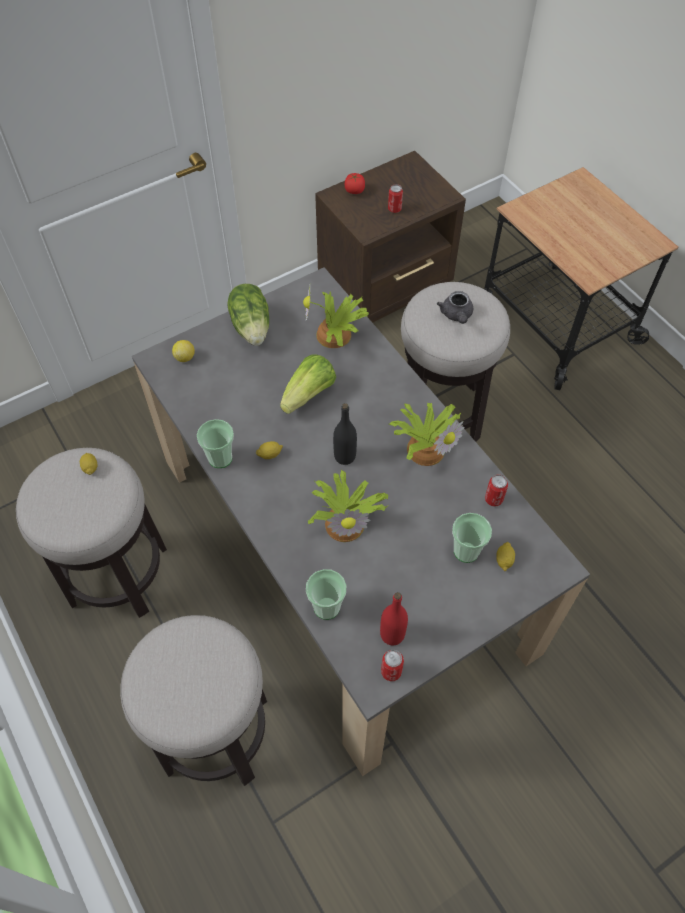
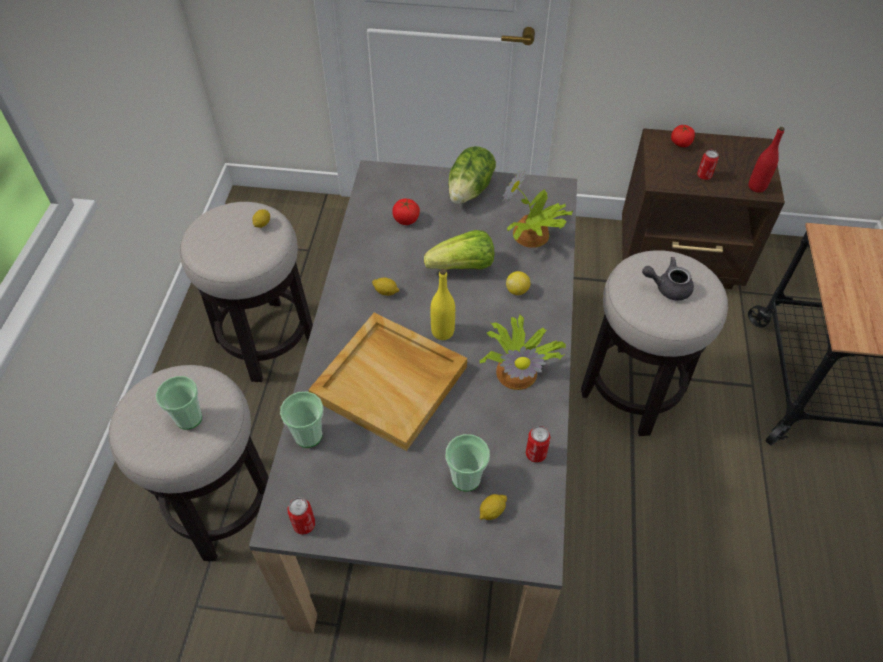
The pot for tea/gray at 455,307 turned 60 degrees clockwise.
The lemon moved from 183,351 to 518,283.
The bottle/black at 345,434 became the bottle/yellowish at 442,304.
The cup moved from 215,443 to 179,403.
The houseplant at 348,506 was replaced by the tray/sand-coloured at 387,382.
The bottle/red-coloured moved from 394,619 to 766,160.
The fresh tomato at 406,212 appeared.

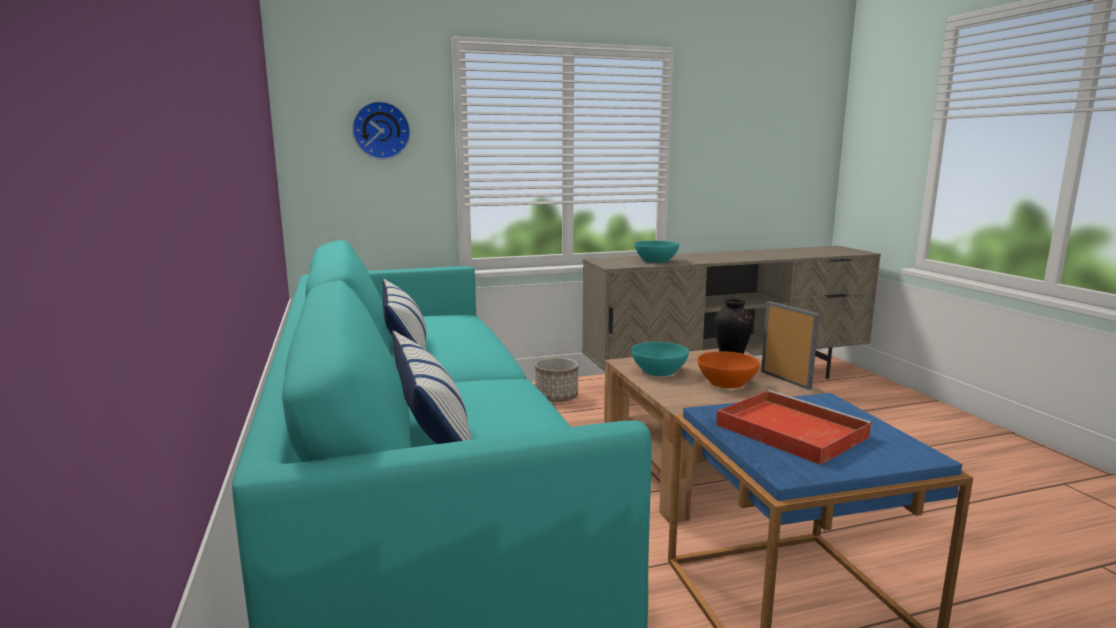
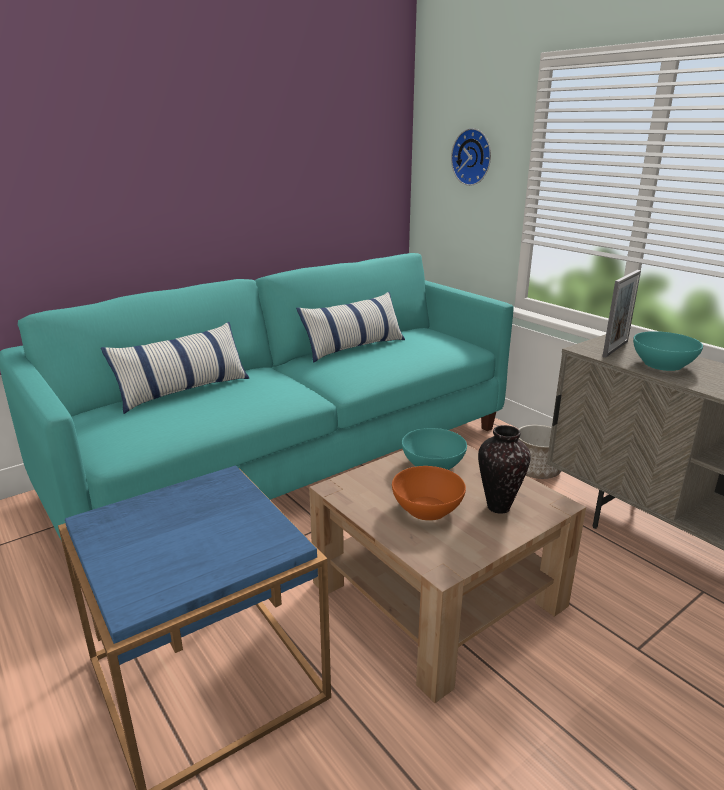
The standing frame moved from 790,345 to 621,314.
The tray/red-coloured at 794,427 disappeared.

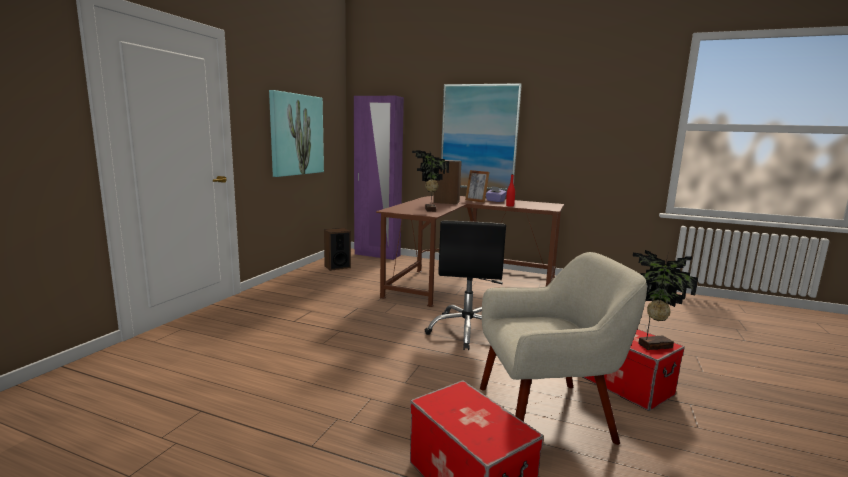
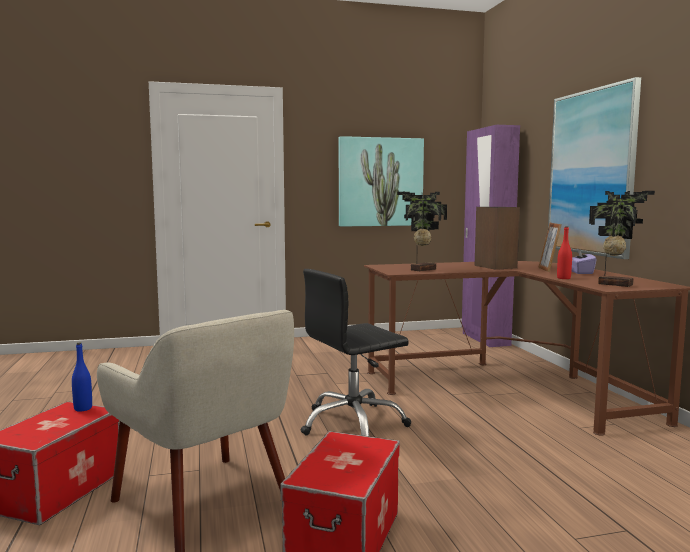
The loudspeaker at 337,249 disappeared.
The houseplant moved from 665,300 to 622,239.
The bottle/bluish at 82,377 appeared.

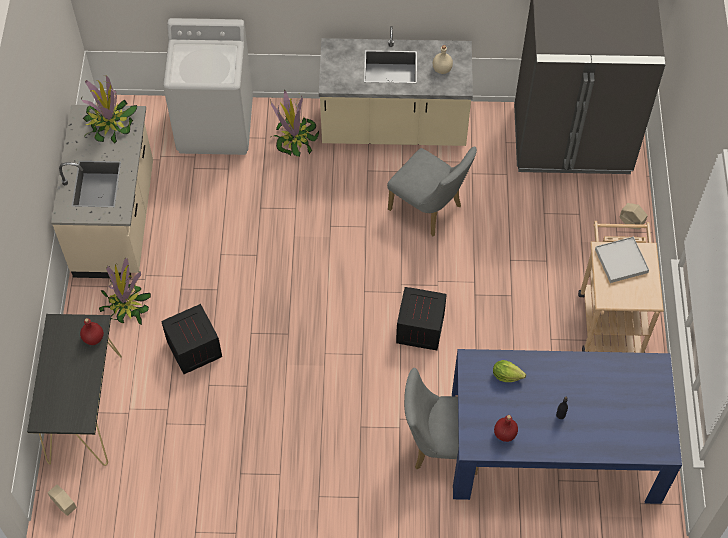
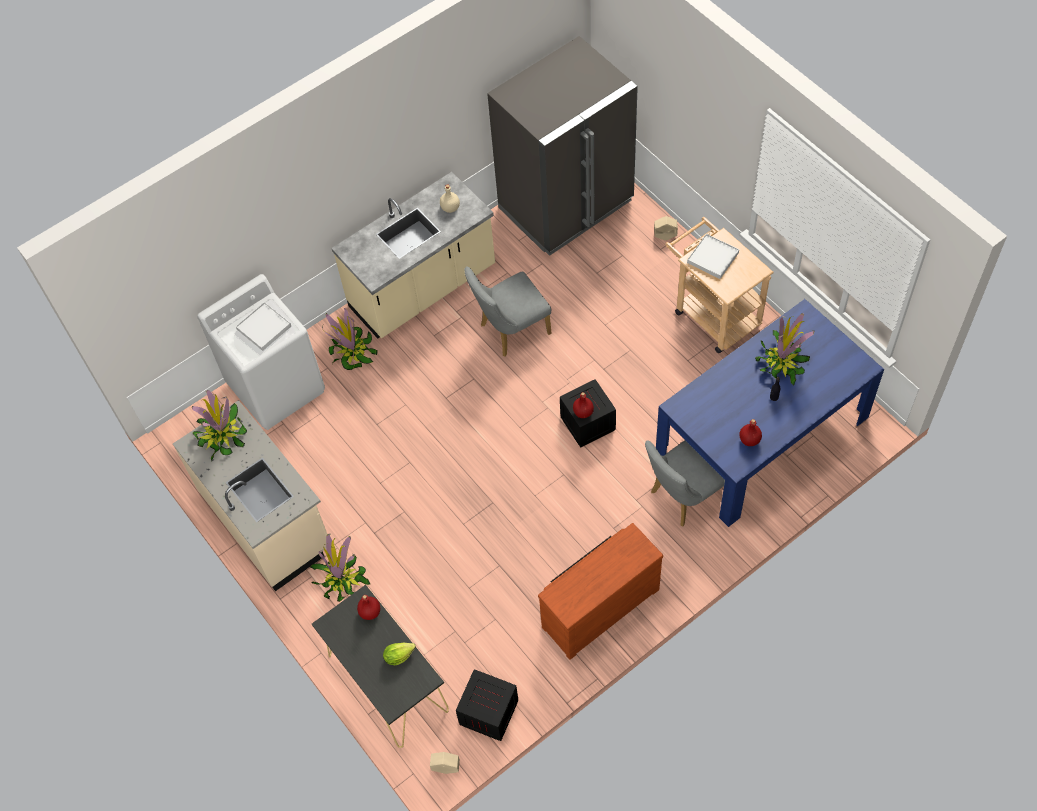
The plain chair/gray at 432,191 turned 150 degrees clockwise.
The shipping crate moved from 191,339 to 487,705.
The head of lettuce moved from 509,371 to 399,654.
The tray/white-coloured at 263,326 appeared.
The houseplant at 784,349 appeared.
The bottle/red-coloured at 583,405 appeared.
The chest of drawers/brownish at 600,591 appeared.

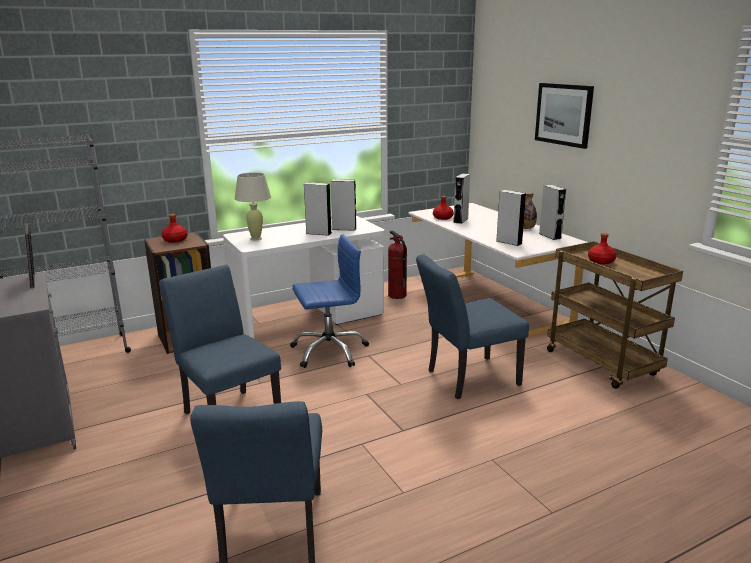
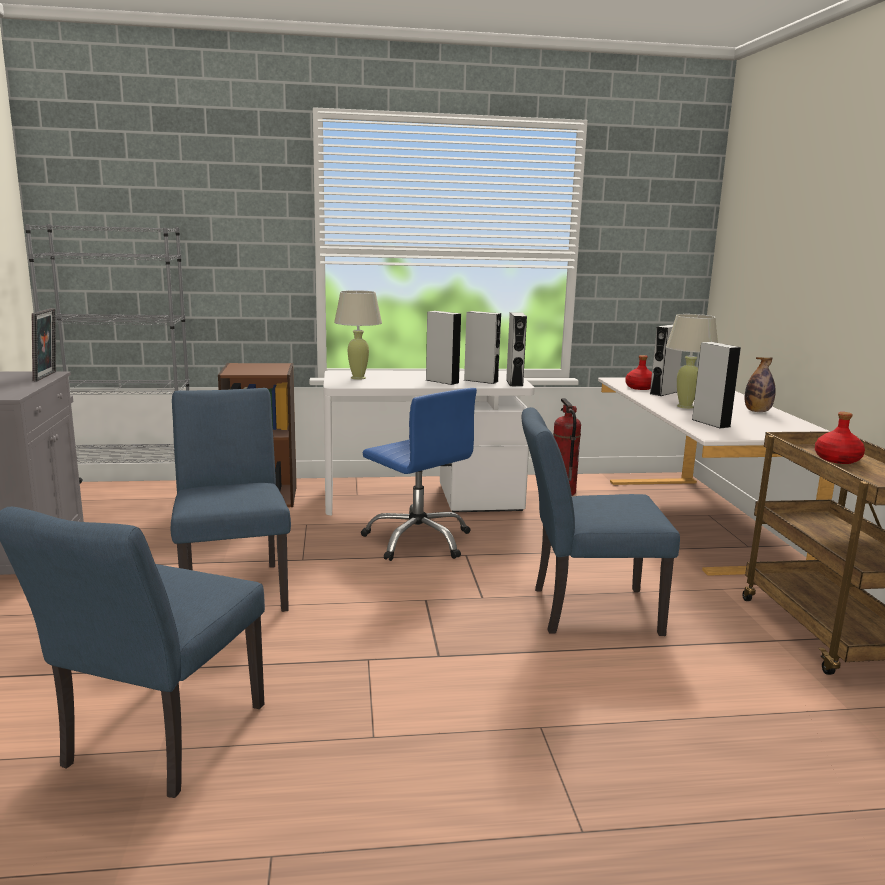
The wall picture at 564,116 disappeared.
The loudspeaker/gray moved from 552,212 to 516,349.
The bottle/red-coloured at 175,228 disappeared.
The desk chair/bluish at 329,301 turned 45 degrees clockwise.
The lamp for a table/sand-coloured at 692,361 appeared.

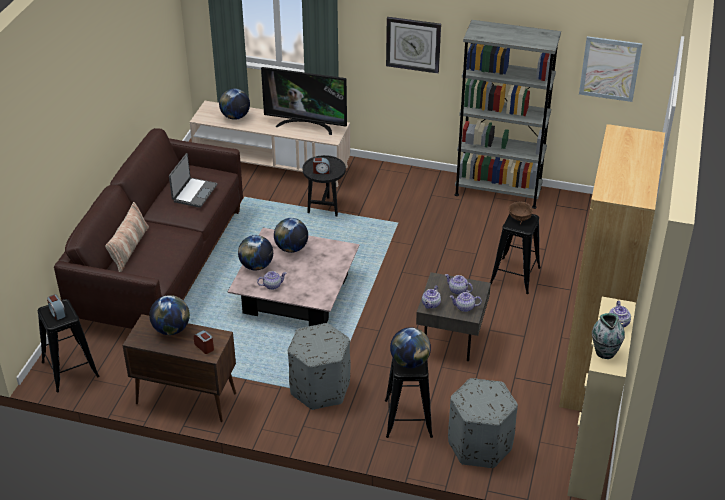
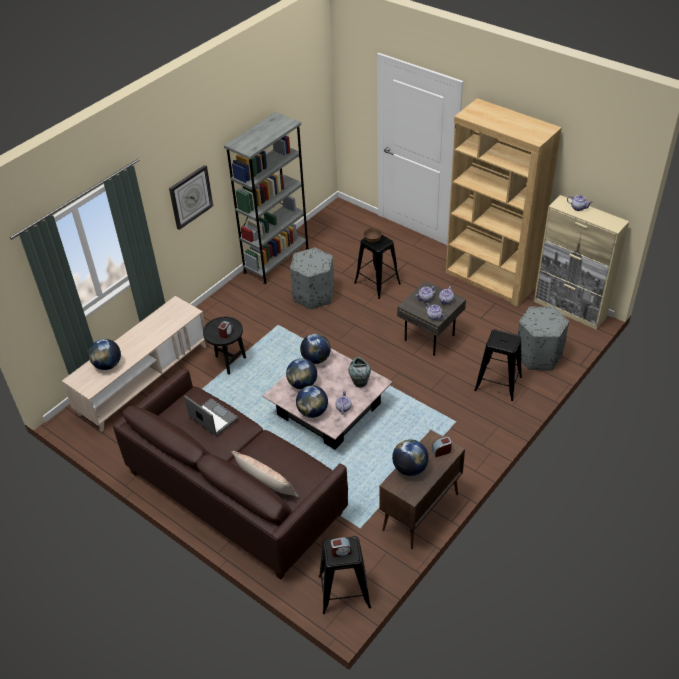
The wall picture at 610,69 disappeared.
The TV set at 304,101 disappeared.
The flower vase moved from 608,336 to 359,372.
The footrest/gray moved from 319,366 to 312,279.
The globe moved from 410,347 to 315,348.

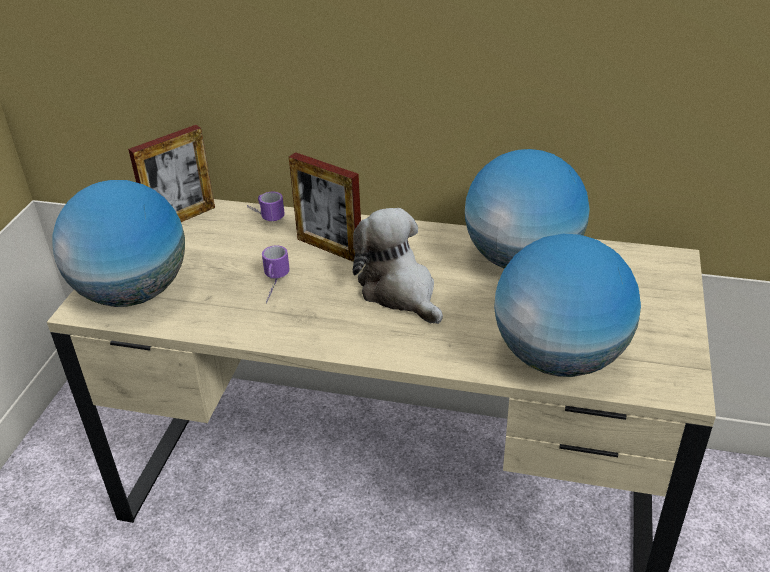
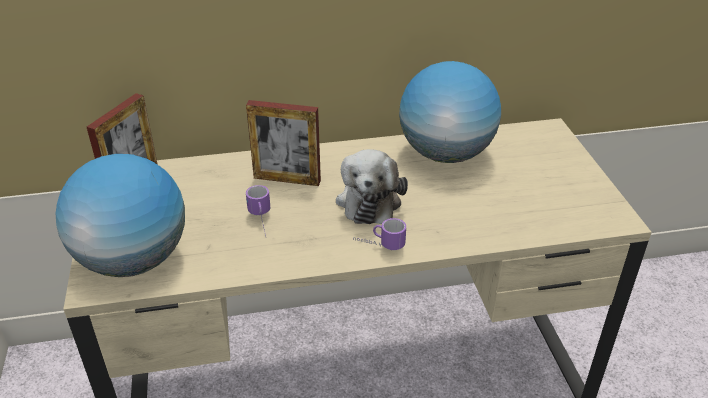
The tea mug moved from 266,206 to 379,234.
The plush toy at 398,266 turned 120 degrees counterclockwise.
The globe at 567,305 disappeared.

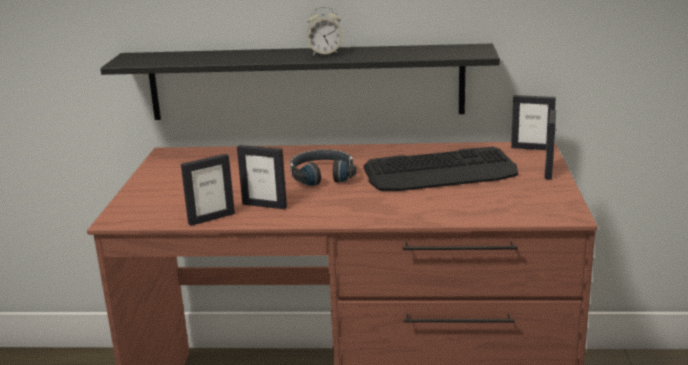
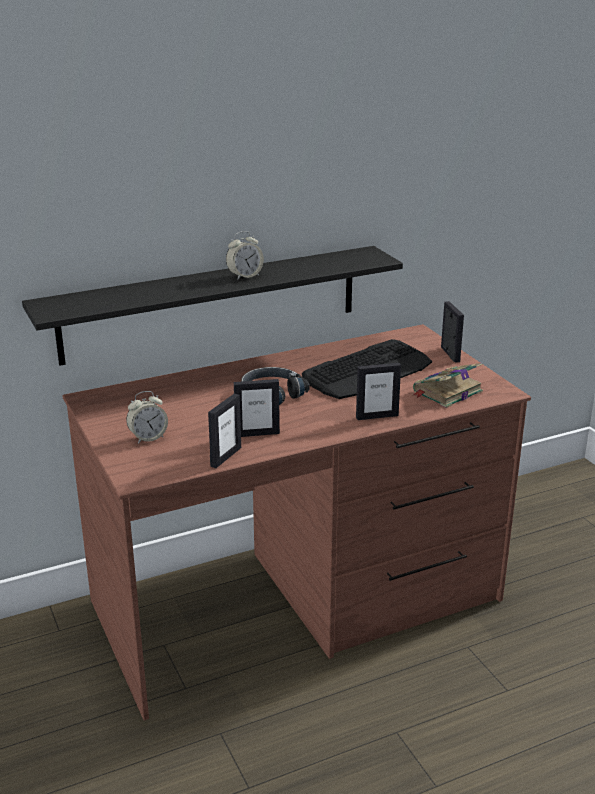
The standing frame moved from 533,122 to 378,391.
The volume at 448,385 appeared.
The bedside clock at 147,417 appeared.

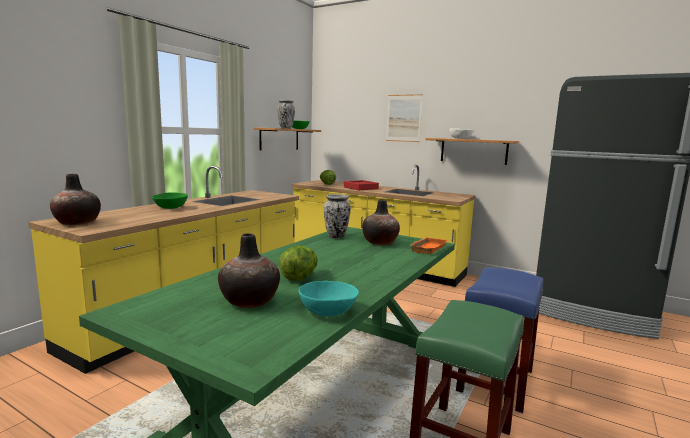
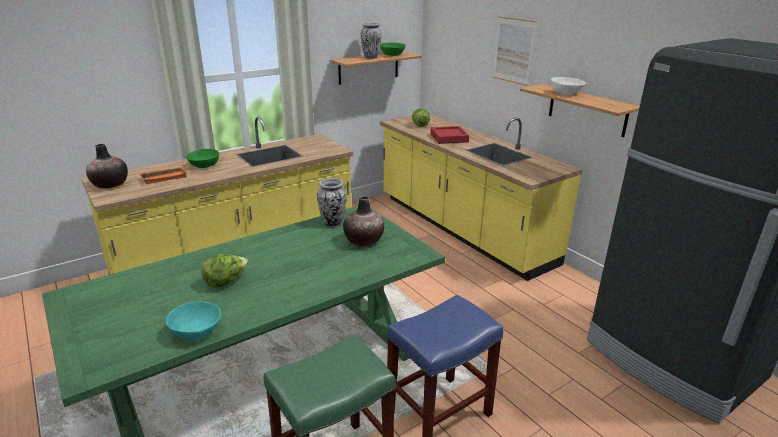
The flower vase at 249,270 disappeared.
The tray/orangey moved from 428,245 to 163,175.

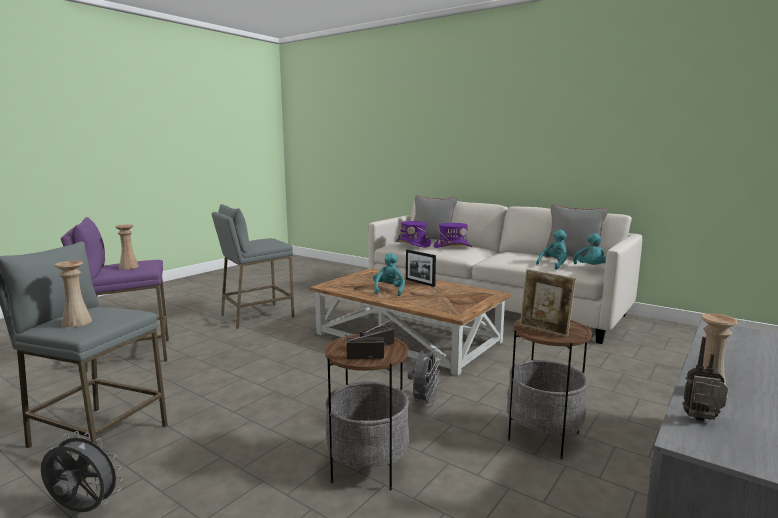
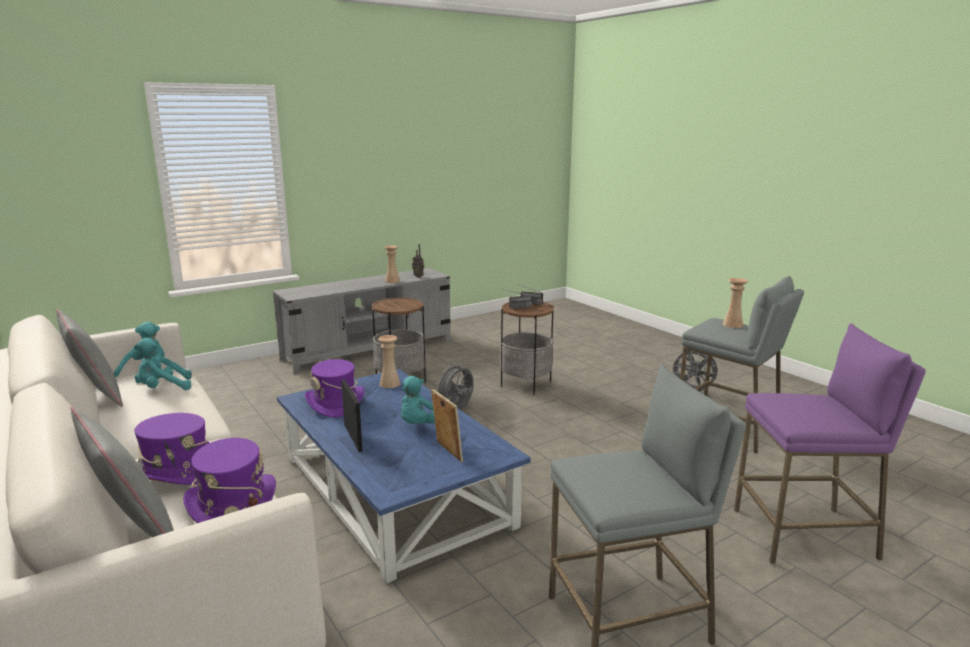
The flower vase/sand-coloured moved from 127,246 to 389,361.
The coffee table/brownish at 410,322 became the coffee table/bluish at 404,476.
The standing frame moved from 548,303 to 447,425.
The hat/purple-coloured at 334,388 appeared.

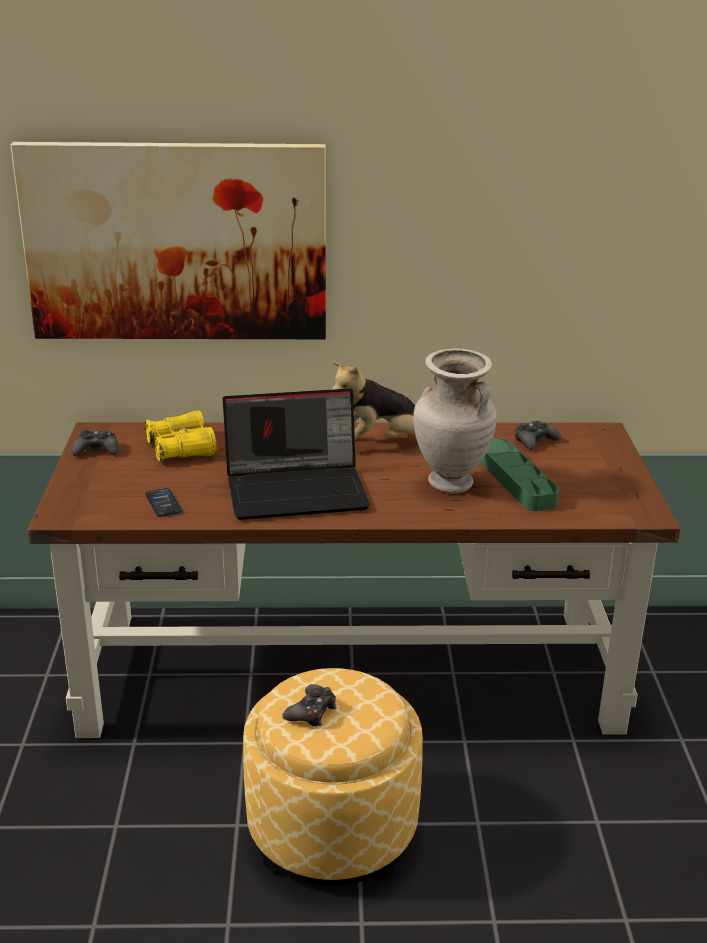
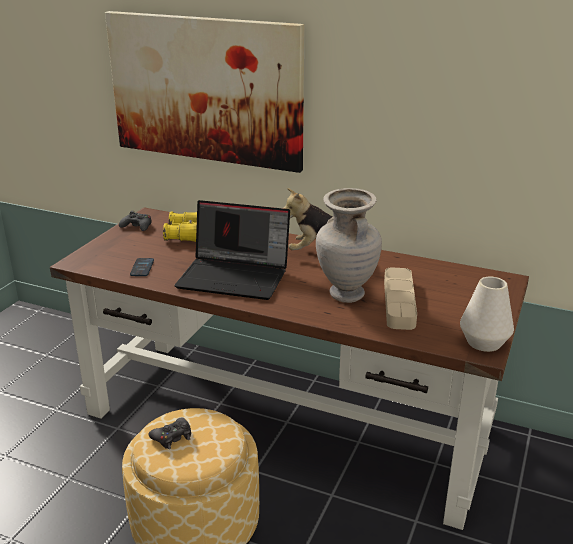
The game controller/black at 538,435 disappeared.
The tray/green at 519,475 became the tray/sand-coloured at 400,298.
The flower vase/white-coloured at 487,314 appeared.

